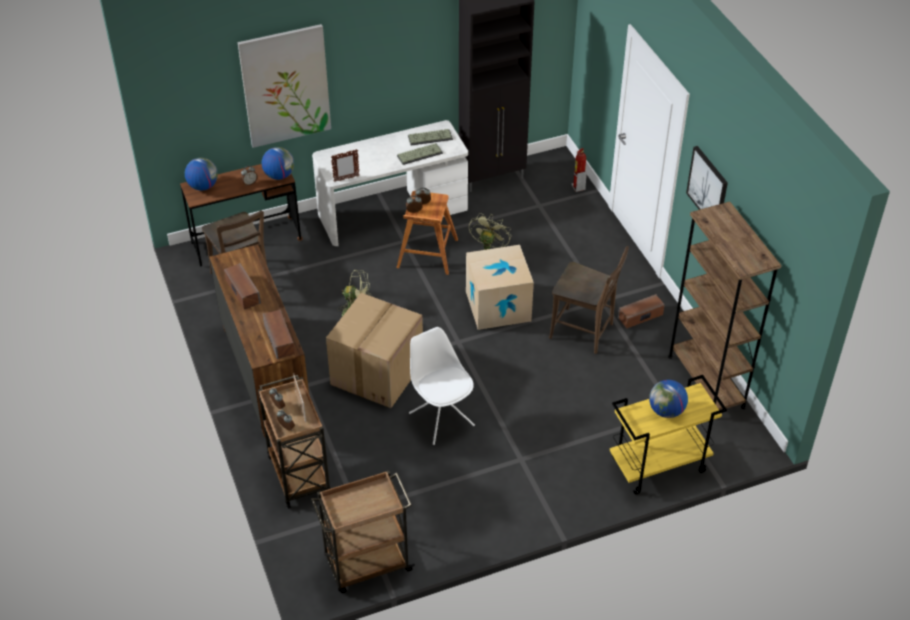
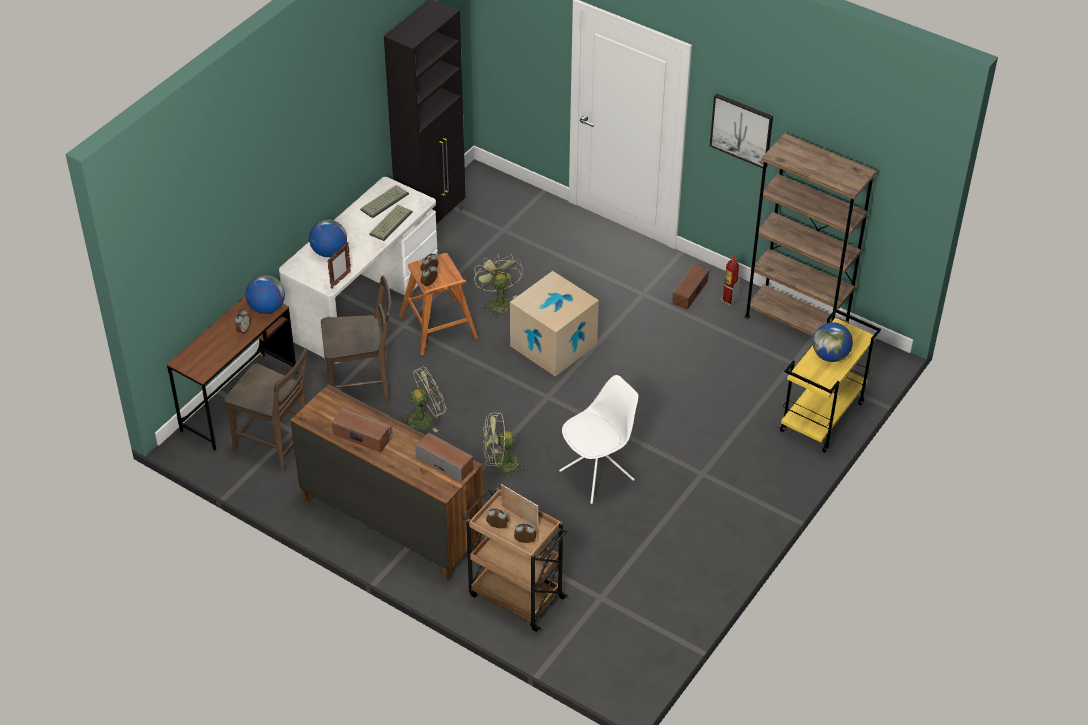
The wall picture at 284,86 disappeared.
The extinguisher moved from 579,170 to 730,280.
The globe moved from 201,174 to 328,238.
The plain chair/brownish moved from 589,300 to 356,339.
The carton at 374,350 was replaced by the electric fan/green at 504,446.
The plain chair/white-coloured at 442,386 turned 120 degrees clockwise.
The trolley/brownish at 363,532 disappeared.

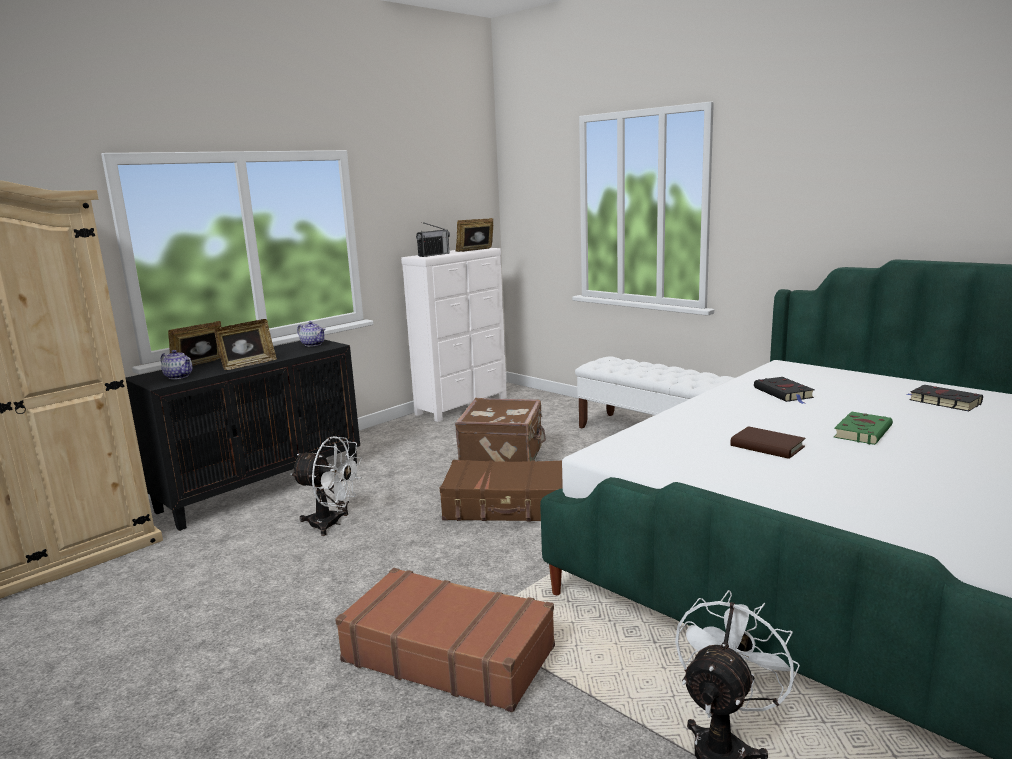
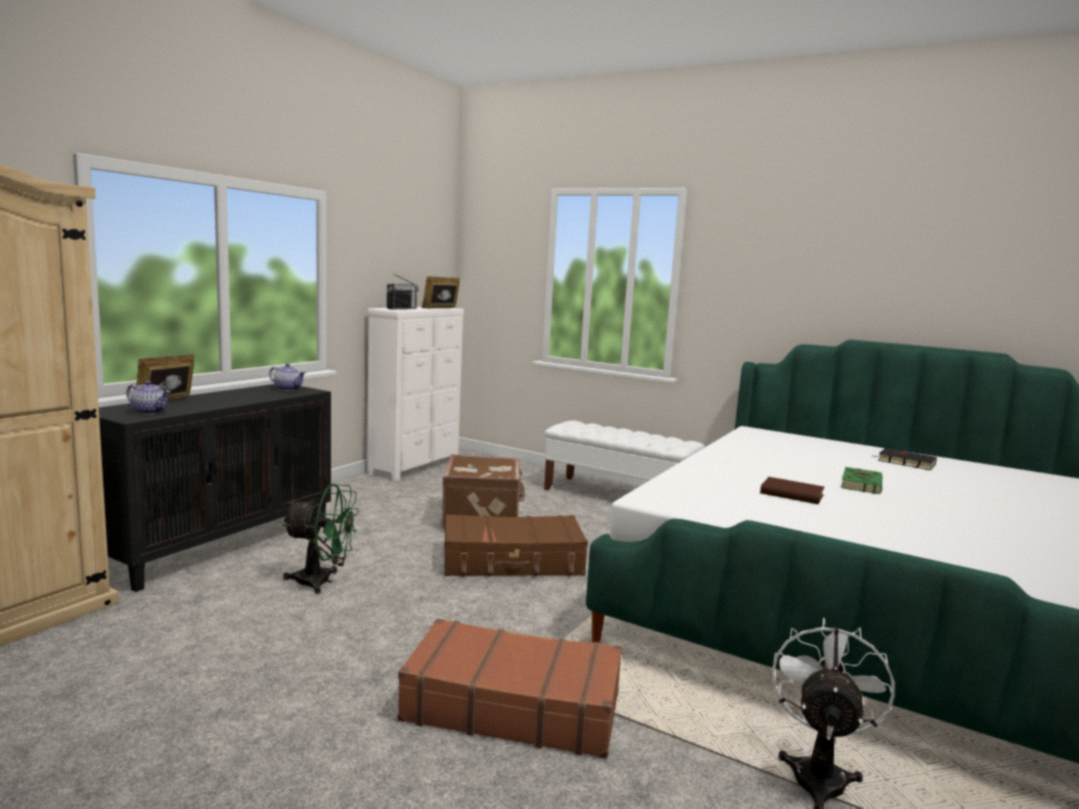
The standing frame at 245,344 disappeared.
The volume/black at 784,390 disappeared.
The electric fan/white-coloured at 326,486 became the electric fan/green at 321,539.

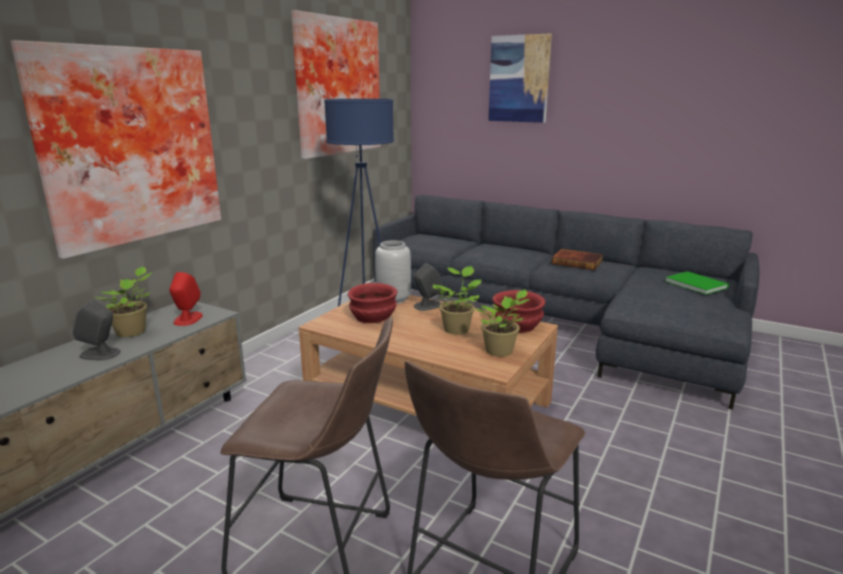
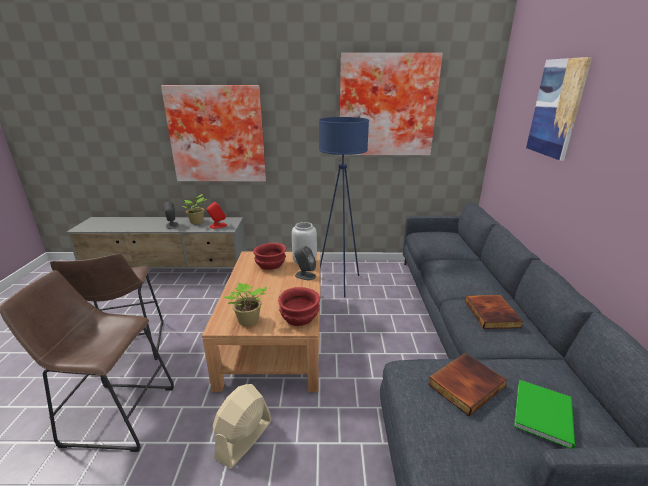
The houseplant at 457,300 disappeared.
The volume at 467,384 appeared.
The electric fan/sand-coloured at 242,426 appeared.

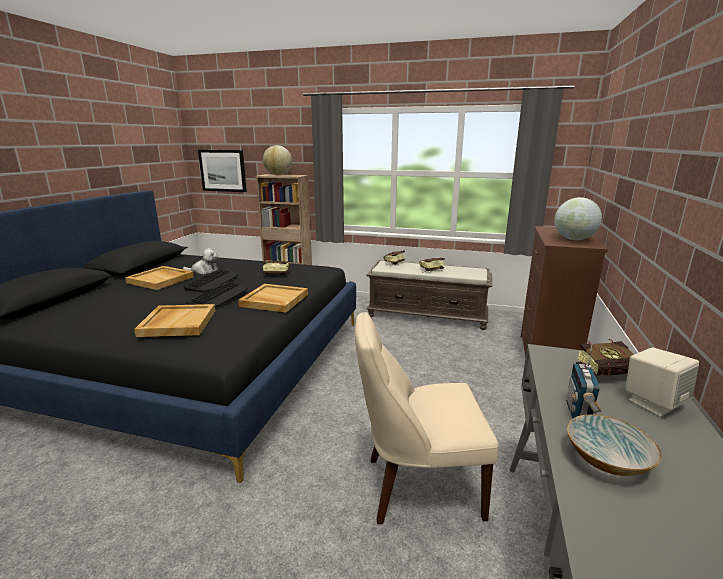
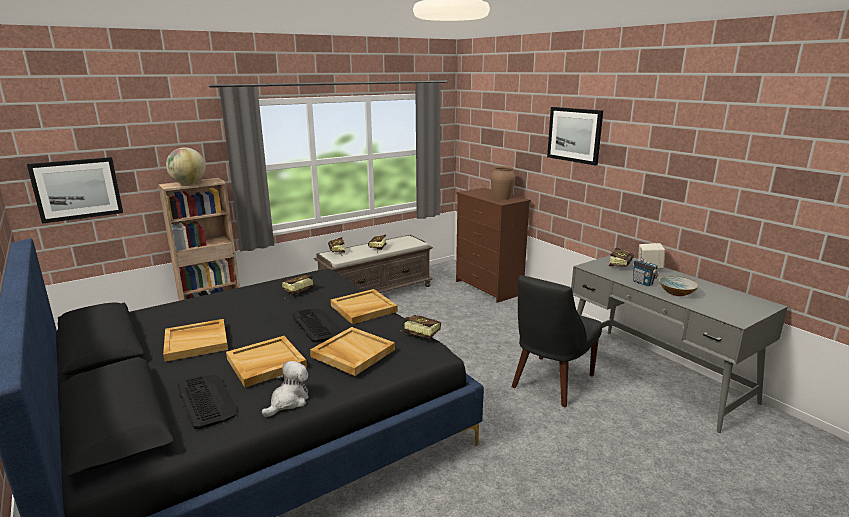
The globe at 578,218 was replaced by the flower vase/brownish at 503,183.
The plush toy moved from 200,261 to 285,389.
The computer keyboard moved from 210,281 to 206,402.
The plain chair/sand-coloured at 427,418 became the plain chair/black at 557,341.
The wall picture at 575,136 appeared.
The volume at 420,327 appeared.
The tray/sand-coloured at 266,361 appeared.

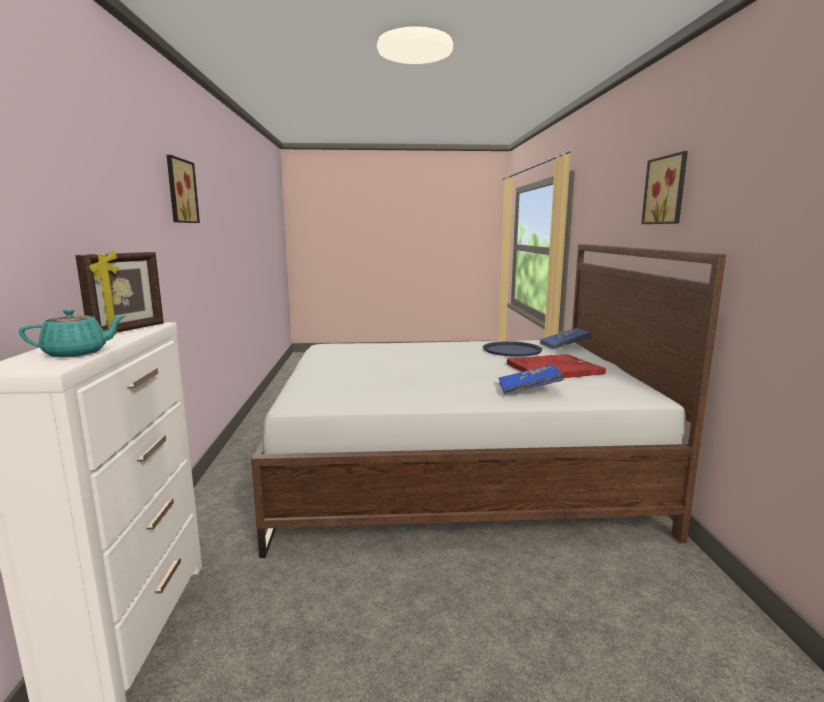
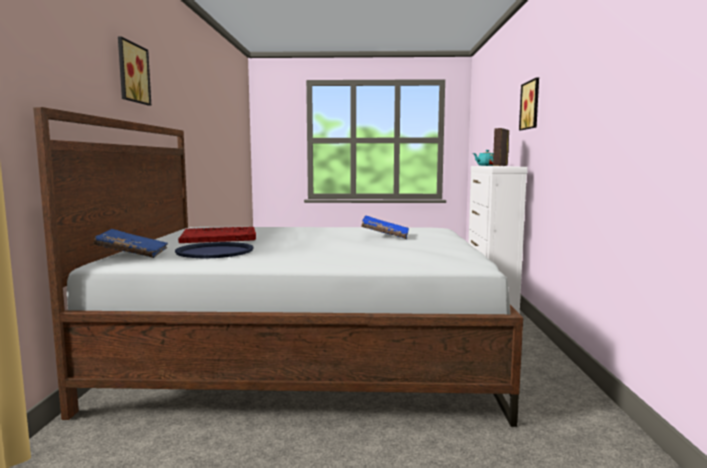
The wall picture moved from 183,189 to 529,104.
The volume/bluish moved from 531,380 to 385,227.

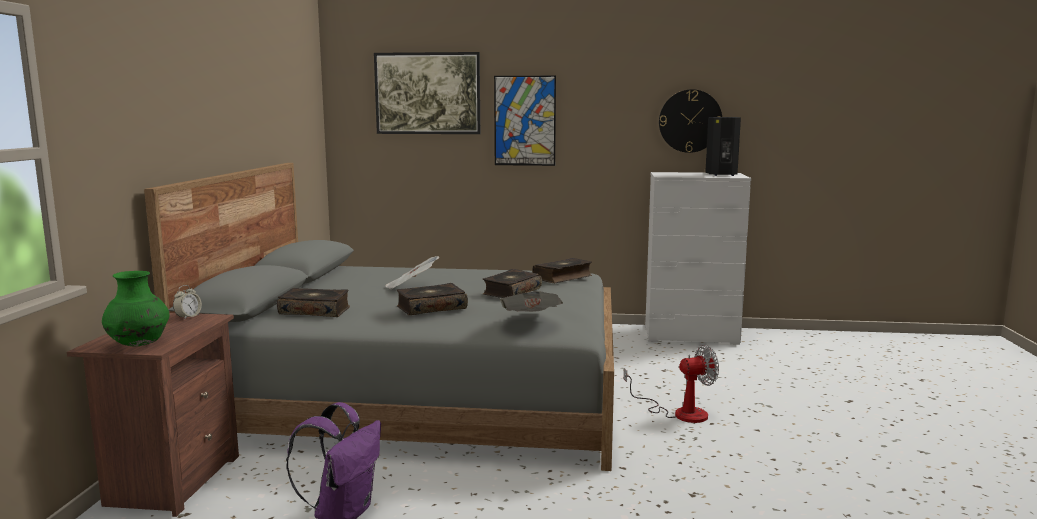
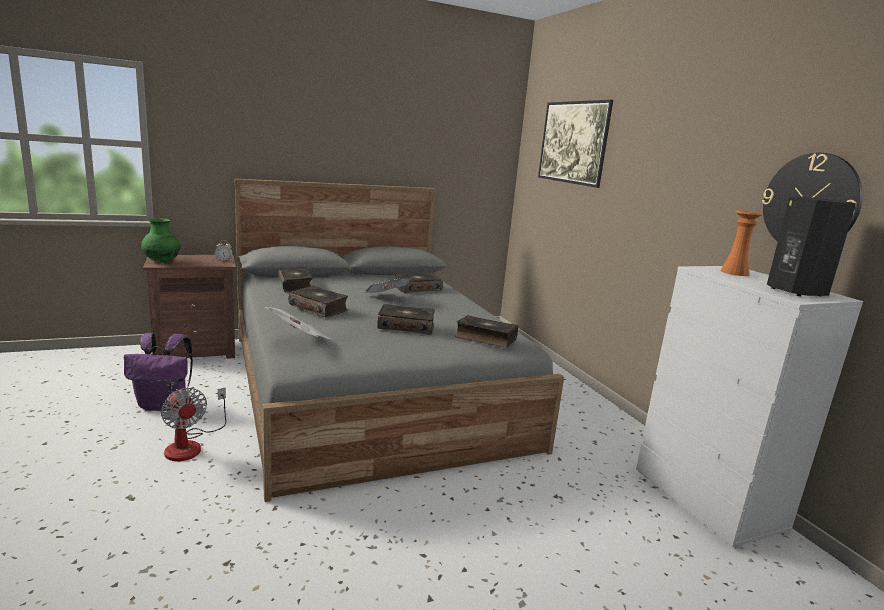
The wall picture at 525,121 disappeared.
The electric fan moved from 671,384 to 193,424.
The flower vase/orangey at 741,243 appeared.
The volume at 418,282 appeared.

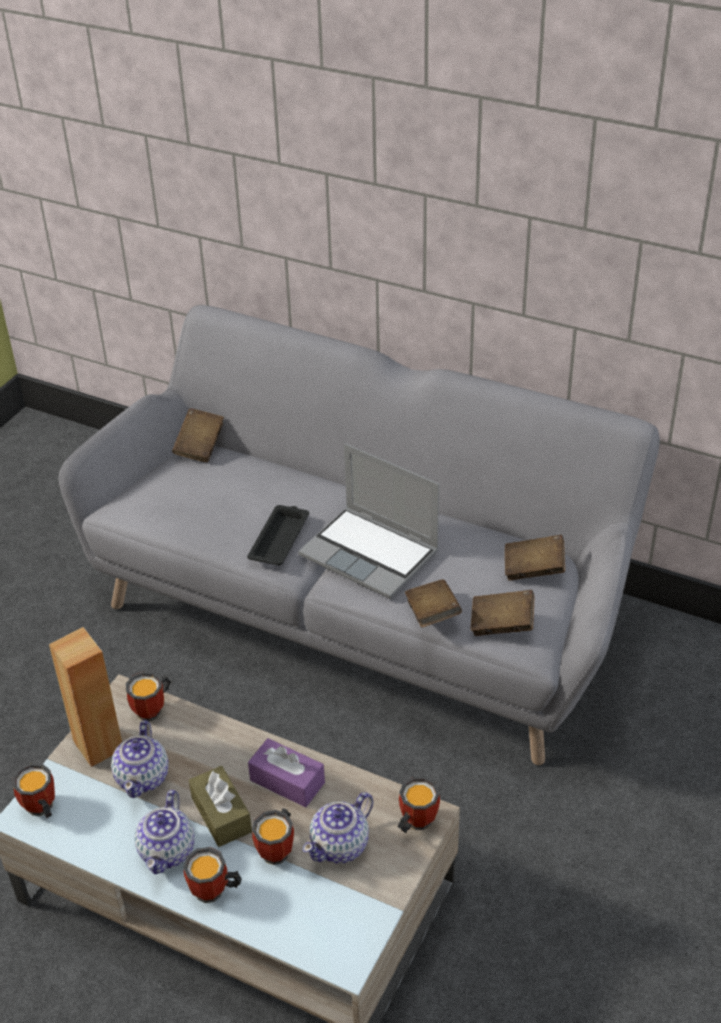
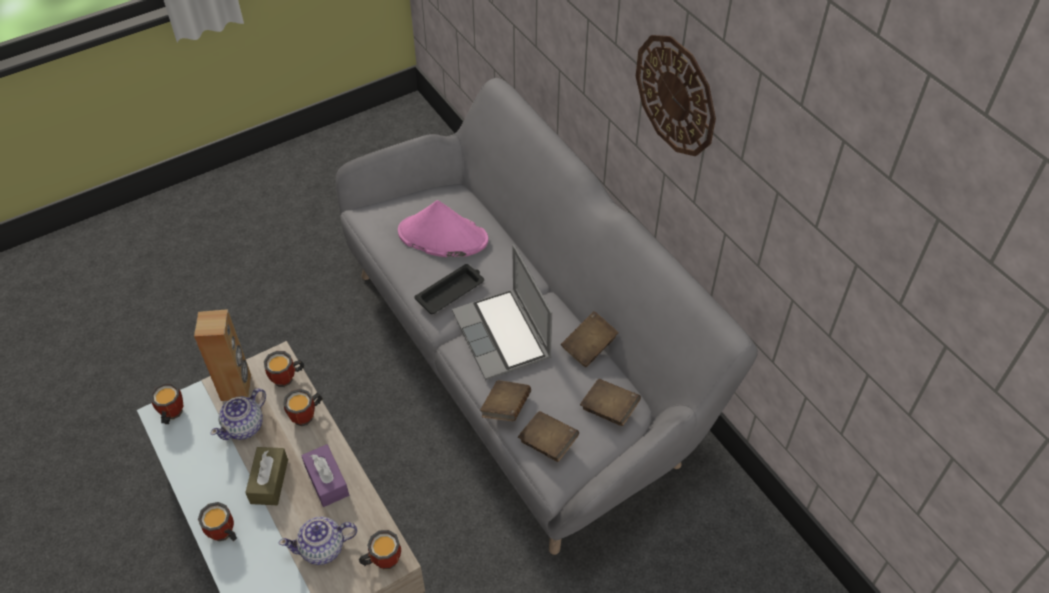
The volume/brownish moved from 198,435 to 590,339.
The pot for tea at 165,832 disappeared.
The tea mug moved from 273,836 to 303,407.
The wall clock at 676,95 appeared.
The hat/pink-coloured at 443,228 appeared.

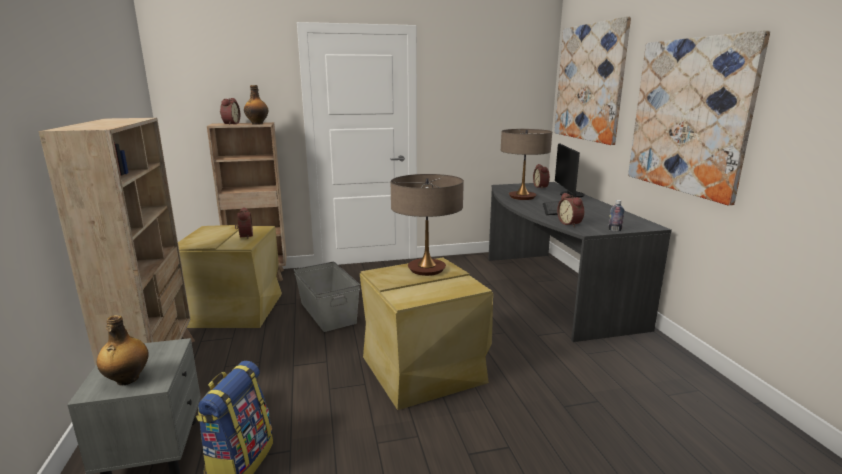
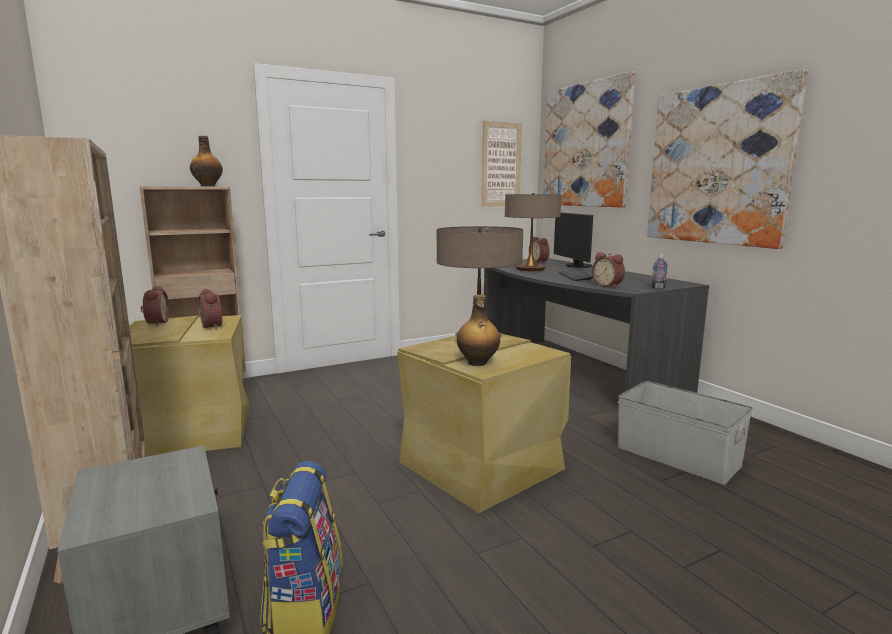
The bedside clock moved from 230,111 to 154,305.
The storage container/gray moved from 327,297 to 685,433.
The bottle moved from 123,350 to 478,330.
The wall picture at 502,164 appeared.

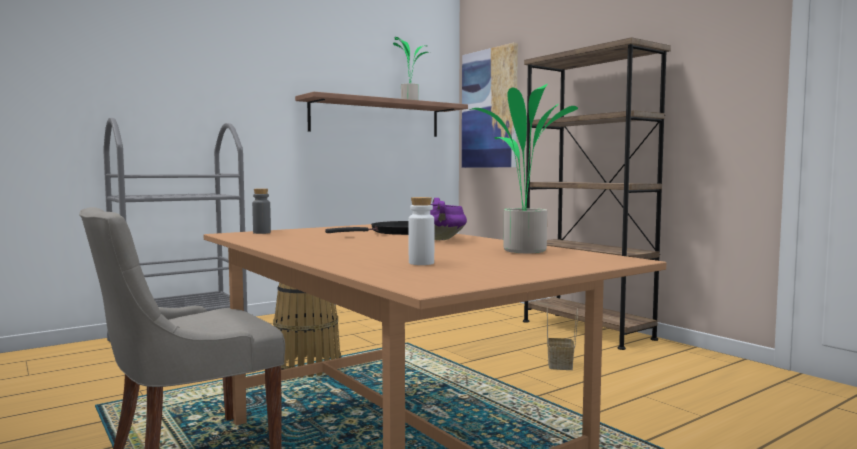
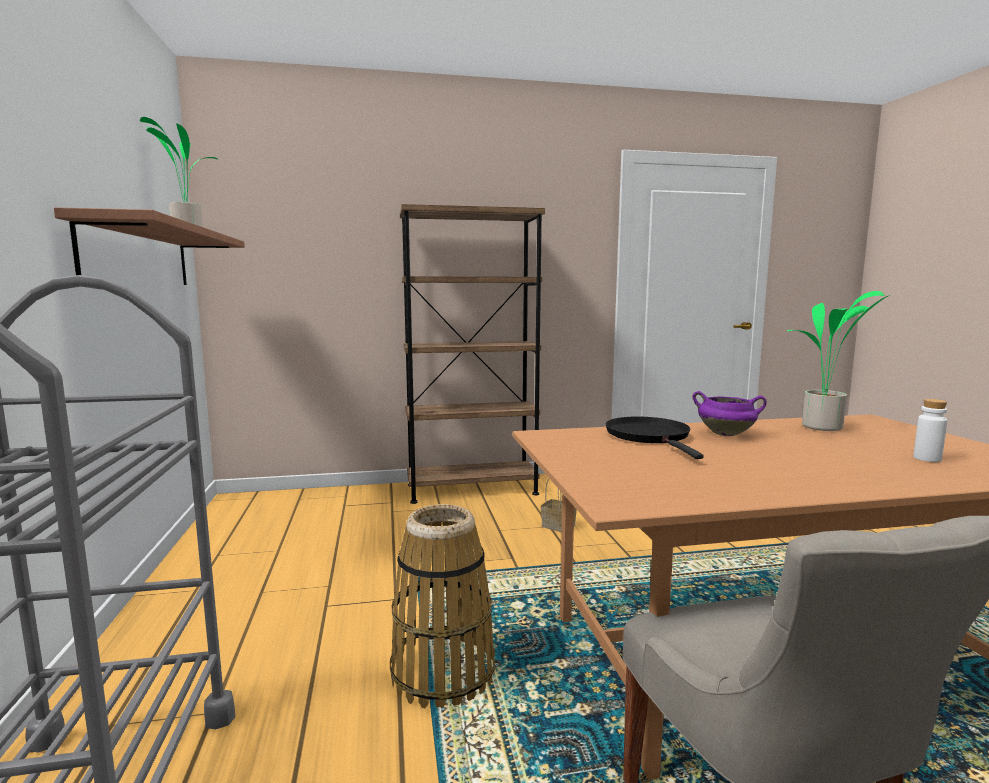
The wall picture at 490,105 disappeared.
The bottle/gray at 261,211 disappeared.

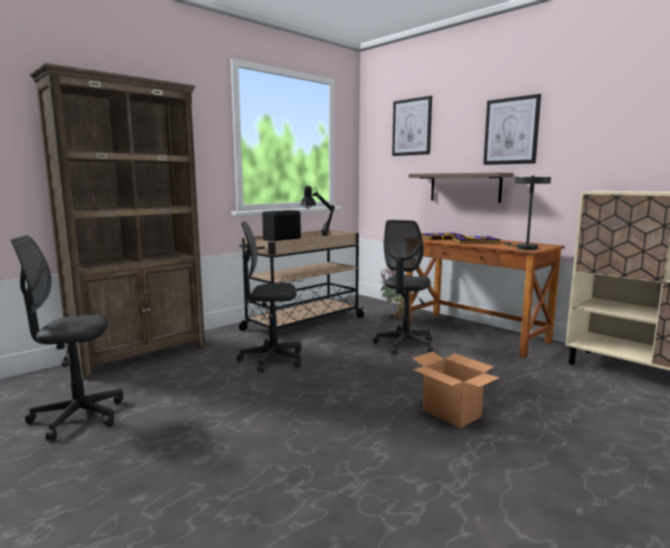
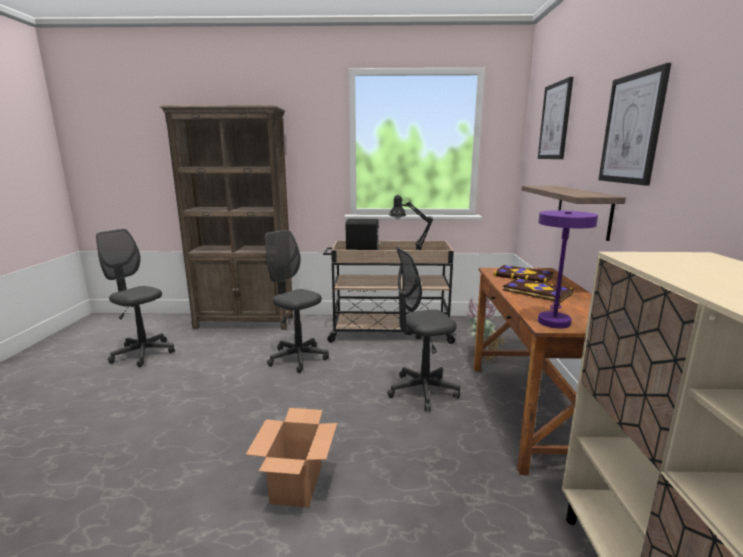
The lamp for a table/gray at 527,213 became the lamp for a table/purple-coloured at 568,269.

